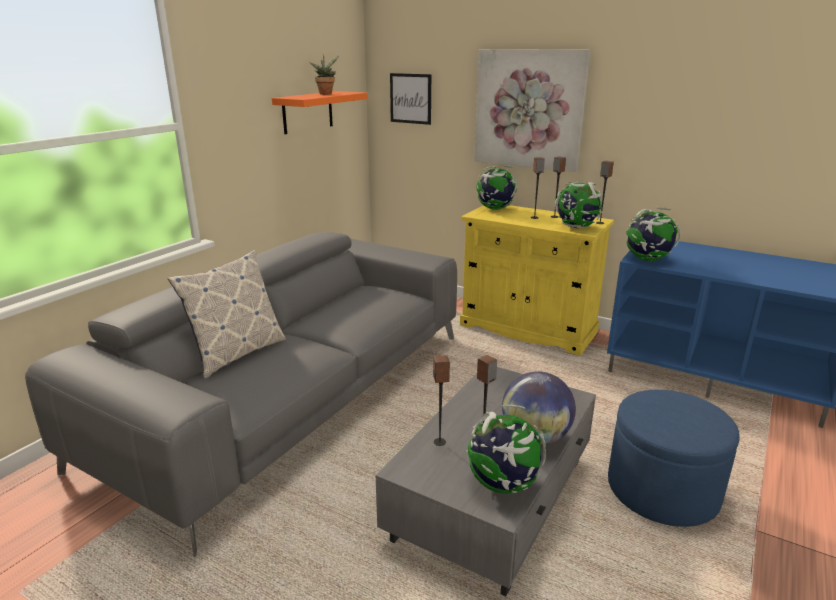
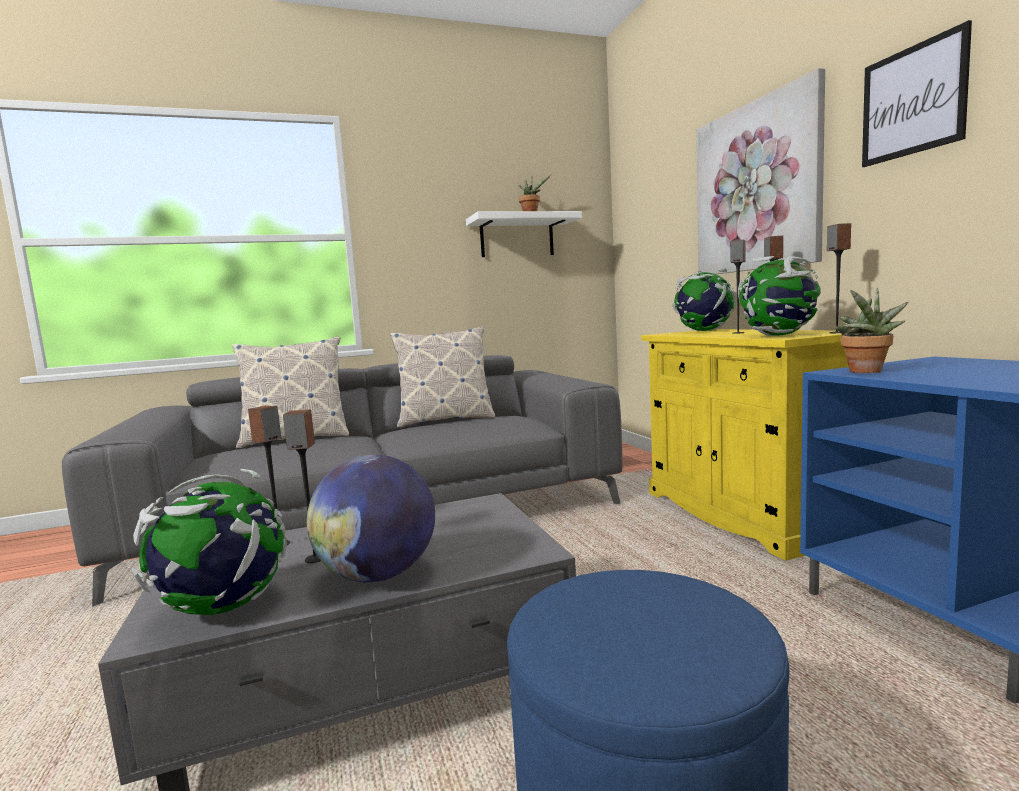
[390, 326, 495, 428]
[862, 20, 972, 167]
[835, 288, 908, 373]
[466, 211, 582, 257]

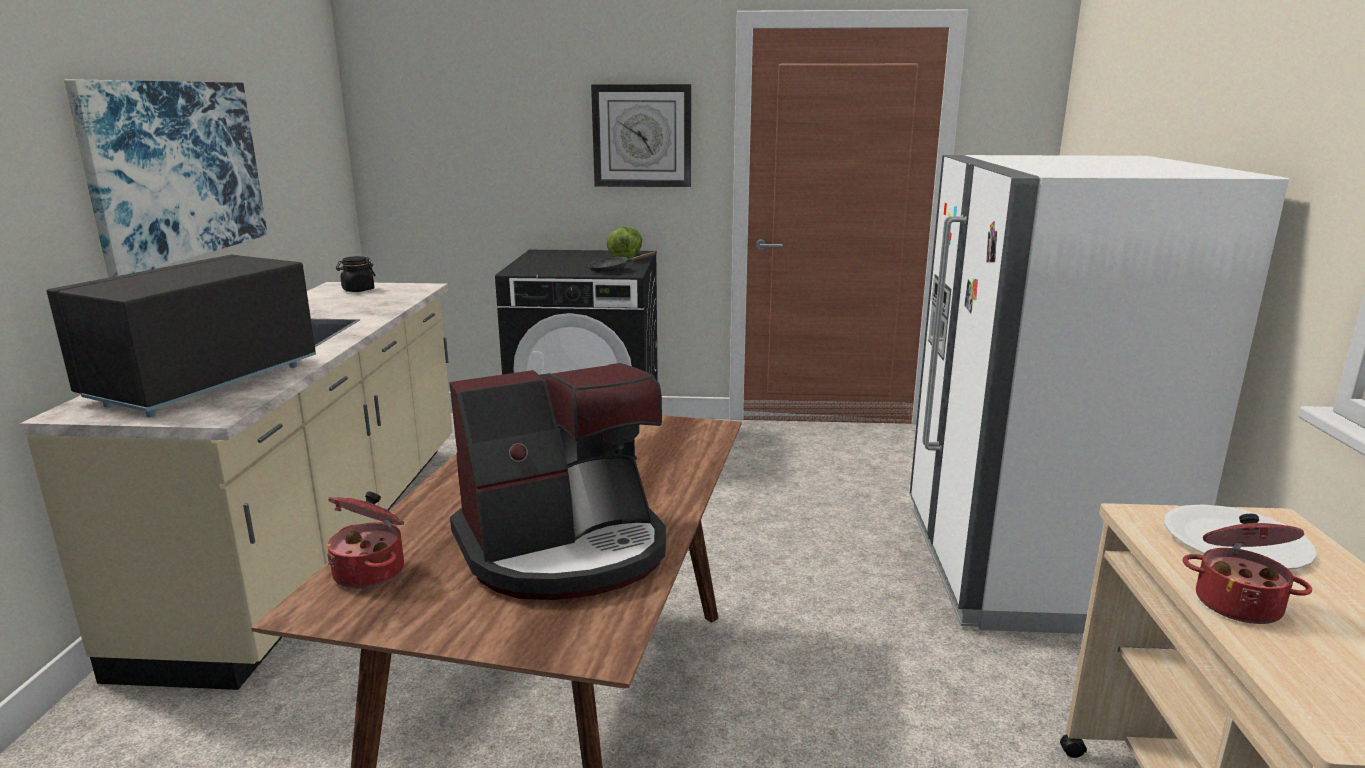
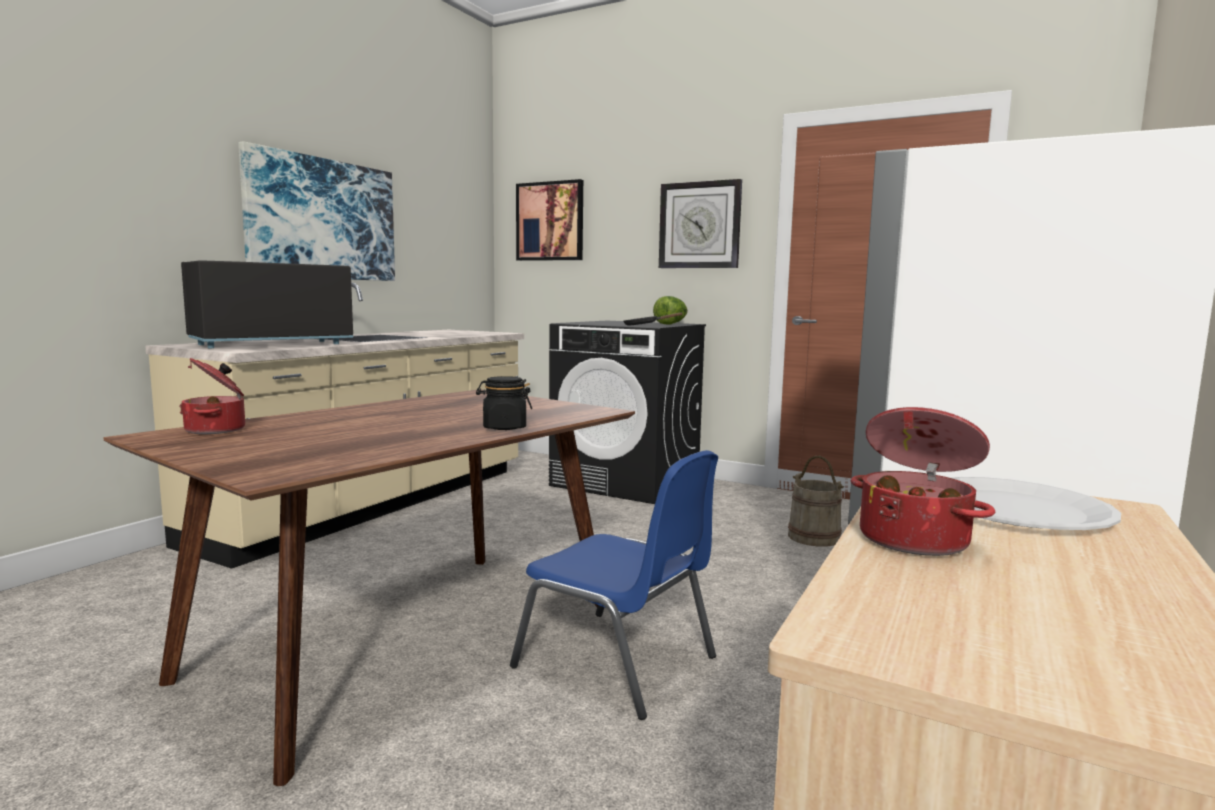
[449, 363, 666, 600] (first image)
[510, 450, 718, 720]
[516, 179, 583, 261]
[788, 456, 844, 547]
[476, 376, 532, 430]

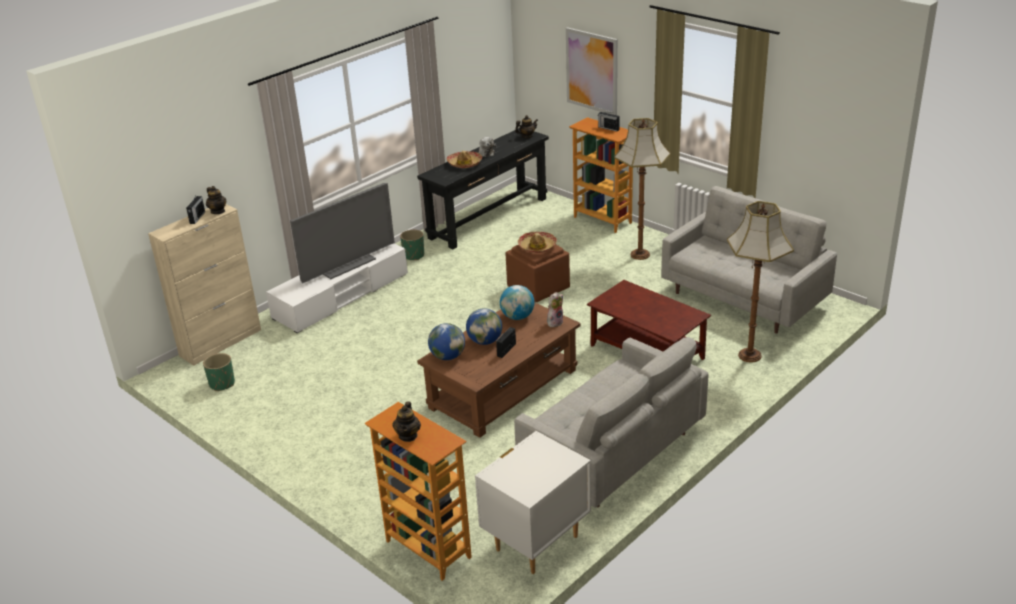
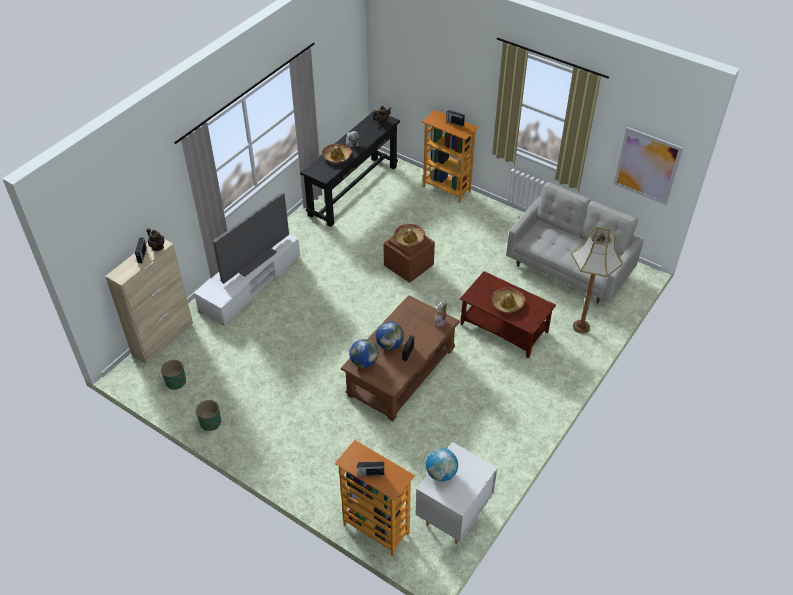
[514, 337, 709, 508] (first image)
[614, 118, 671, 260] (first image)
[491, 287, 525, 313]
[196, 400, 221, 431]
[426, 448, 458, 481]
[614, 127, 683, 205]
[357, 461, 384, 477]

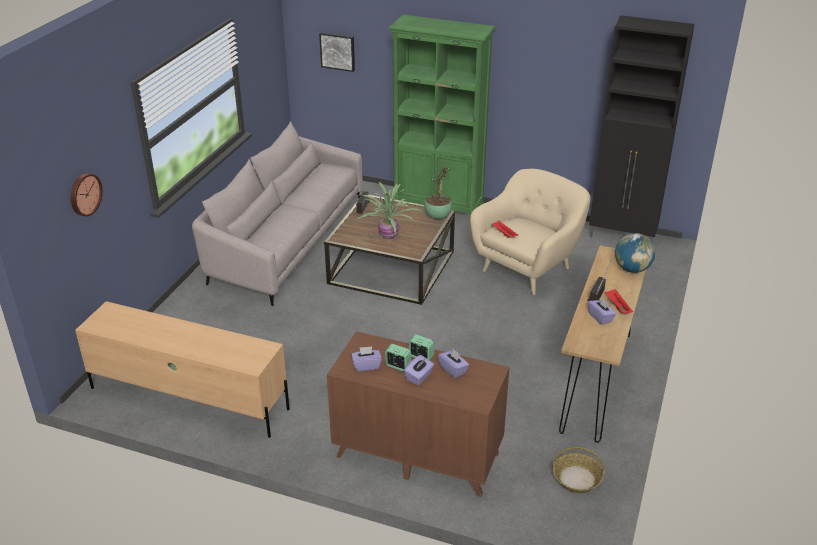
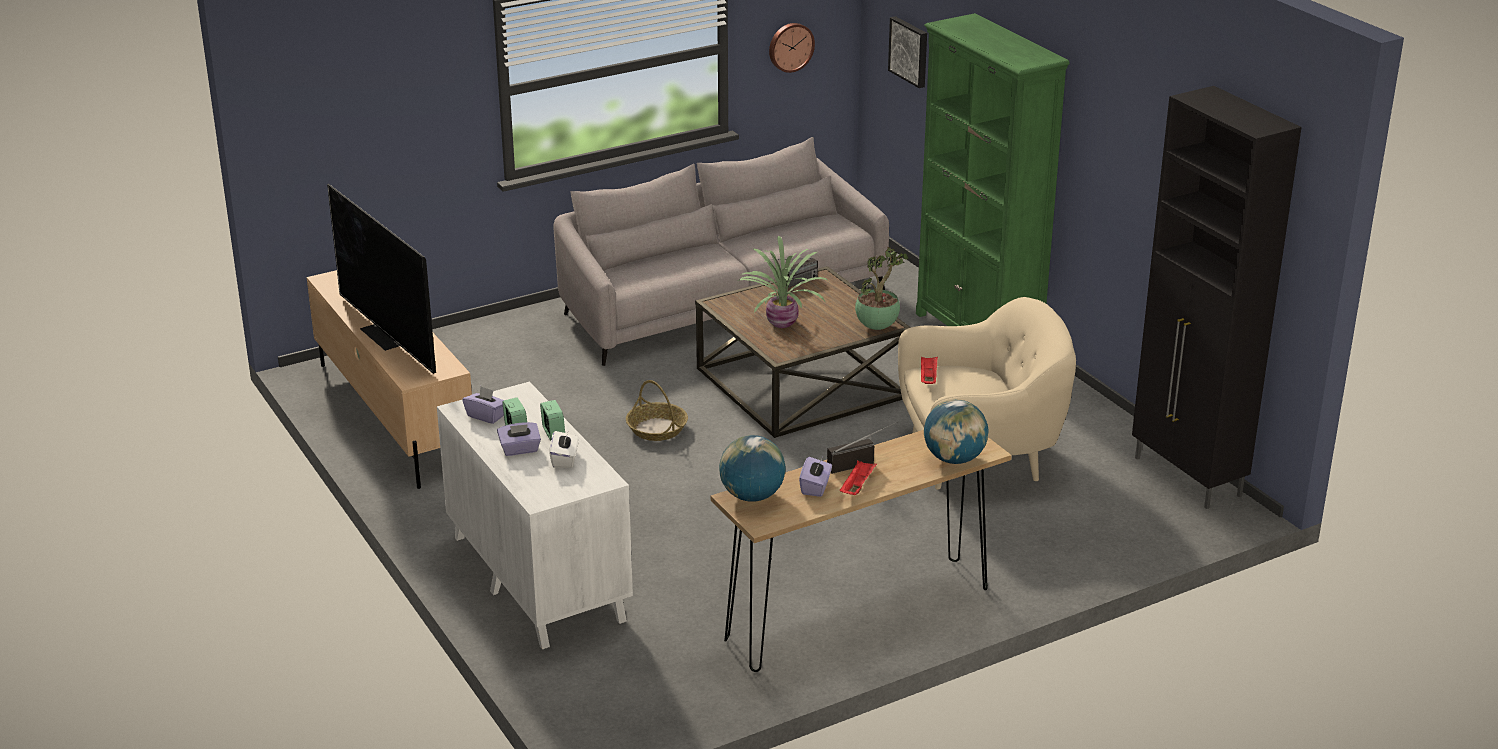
[327, 184, 436, 374]
[719, 435, 786, 502]
[769, 23, 815, 73]
[626, 380, 688, 441]
[437, 382, 633, 649]
[550, 431, 579, 468]

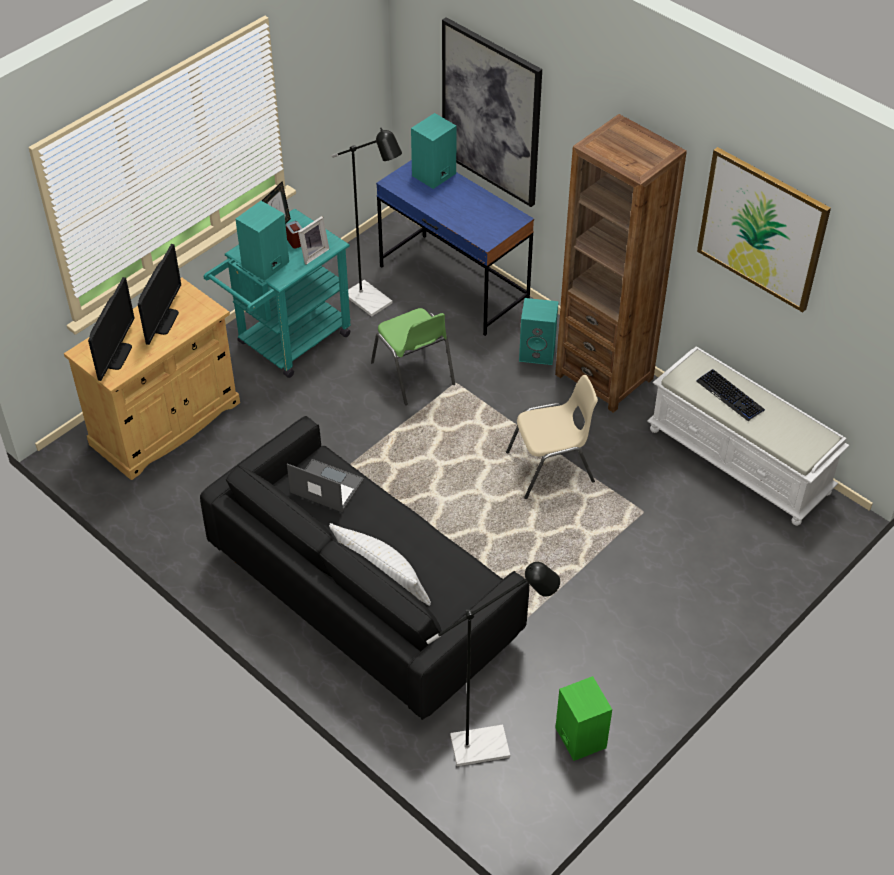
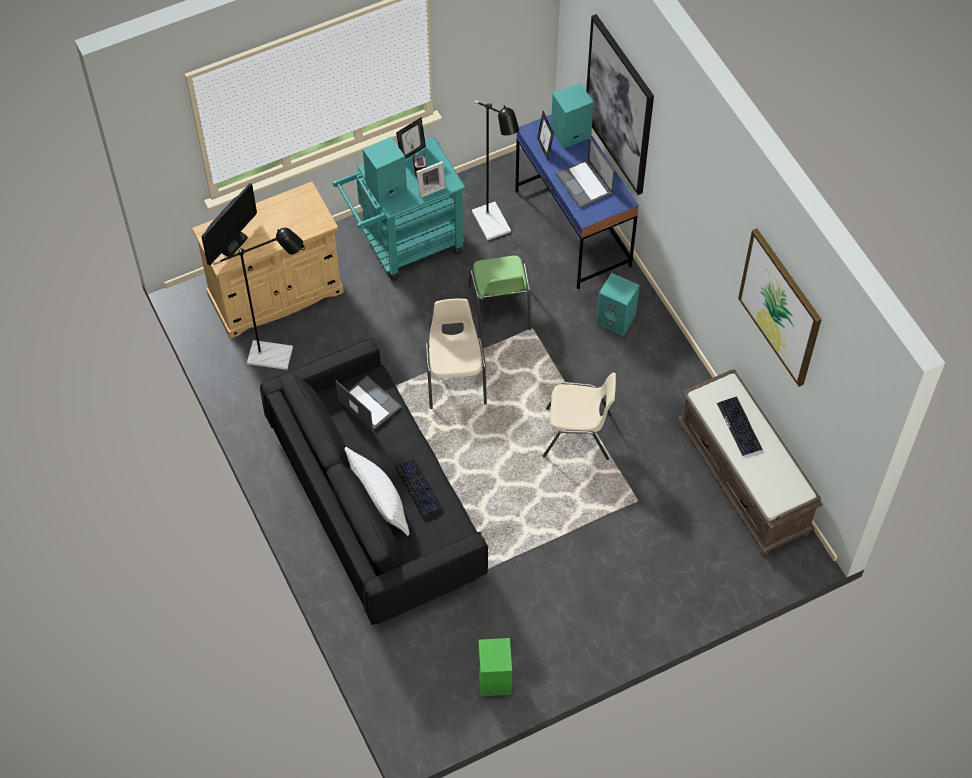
[138, 244, 181, 345] (first image)
[555, 114, 687, 413] (first image)
[395, 459, 443, 519]
[426, 299, 487, 409]
[537, 111, 554, 160]
[556, 138, 615, 208]
[213, 228, 303, 370]
[677, 369, 823, 555]

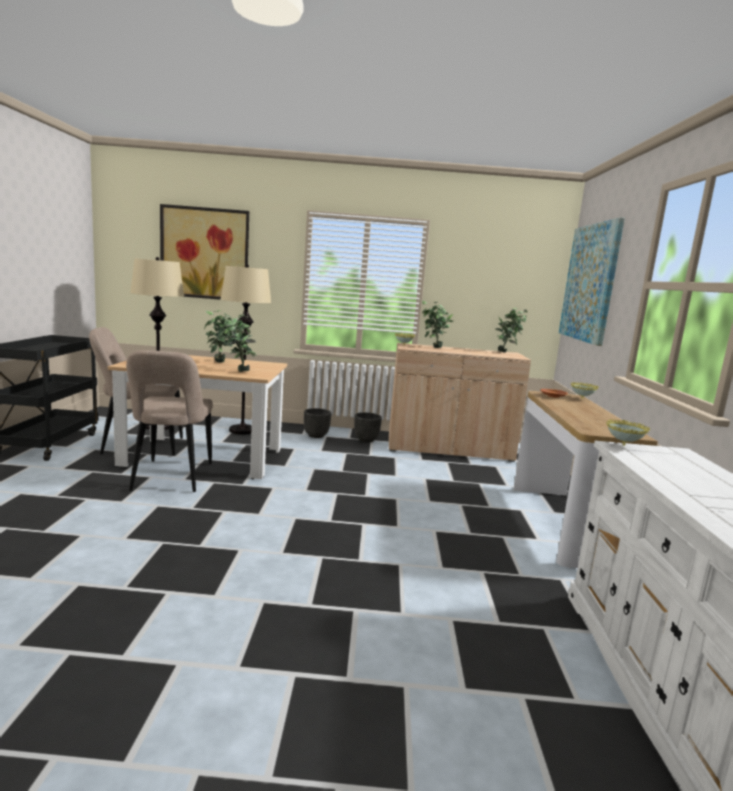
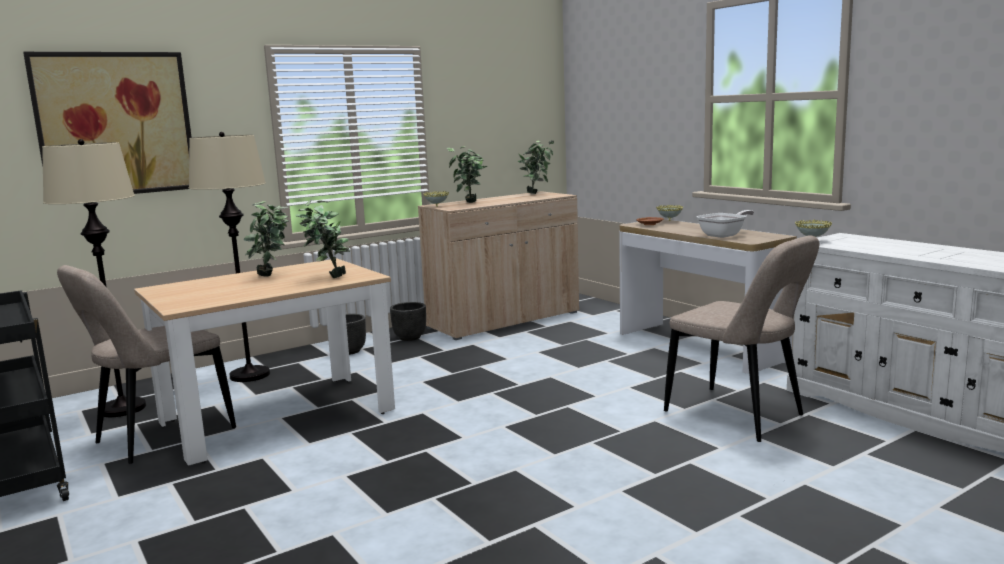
[559, 217, 625, 346] (first image)
[697, 210, 754, 238]
[664, 235, 820, 442]

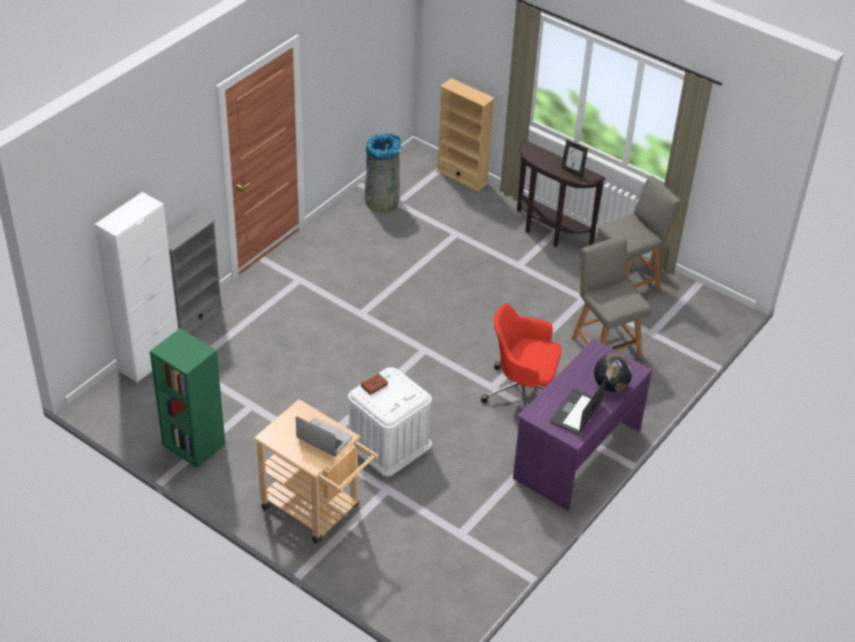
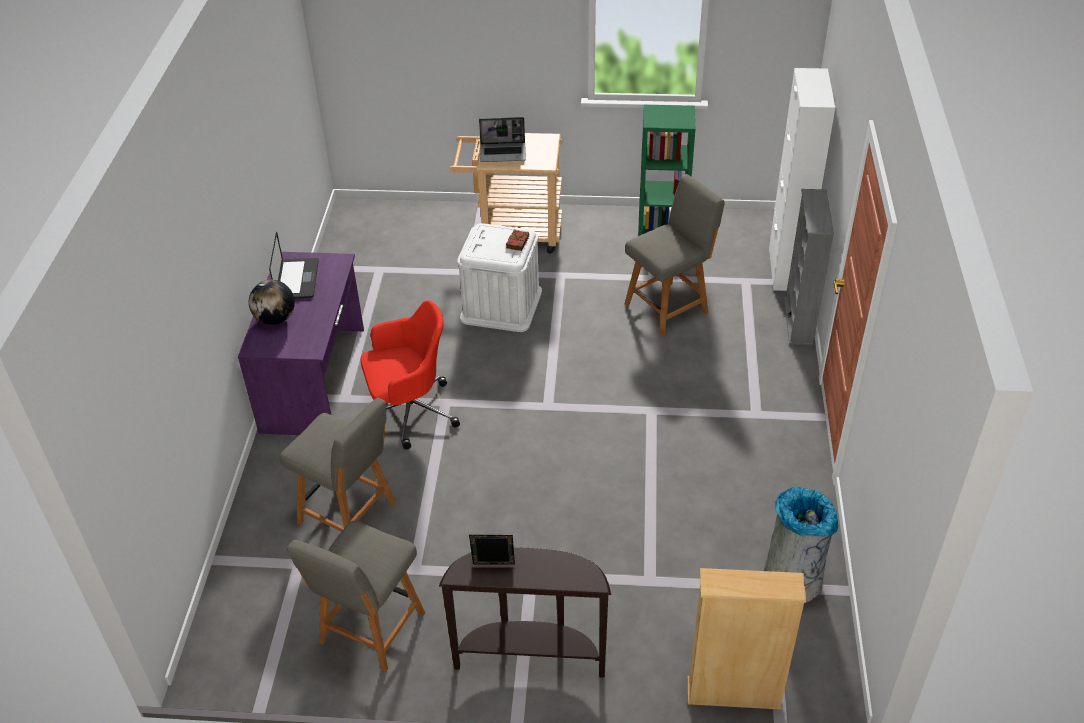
[625, 174, 725, 337]

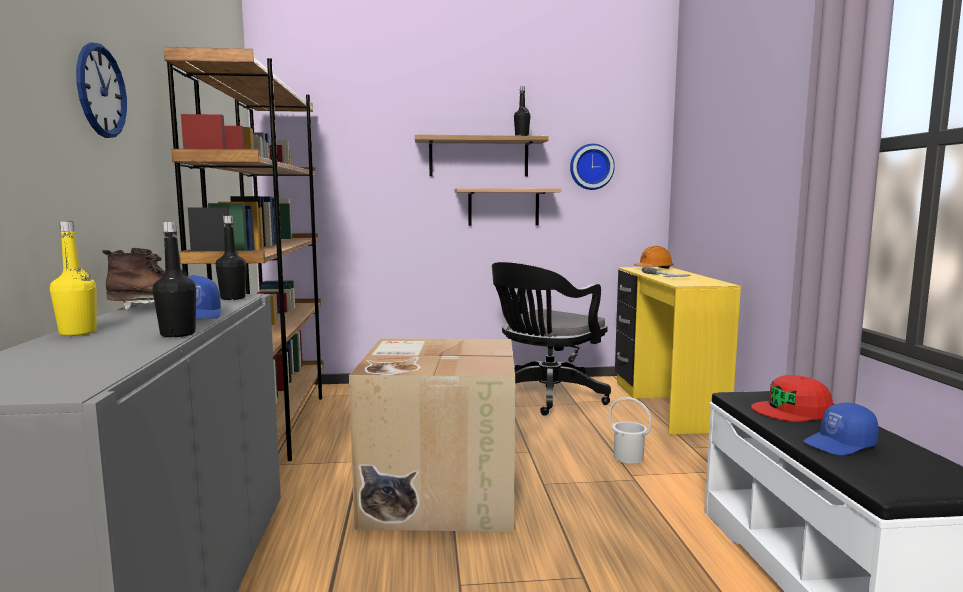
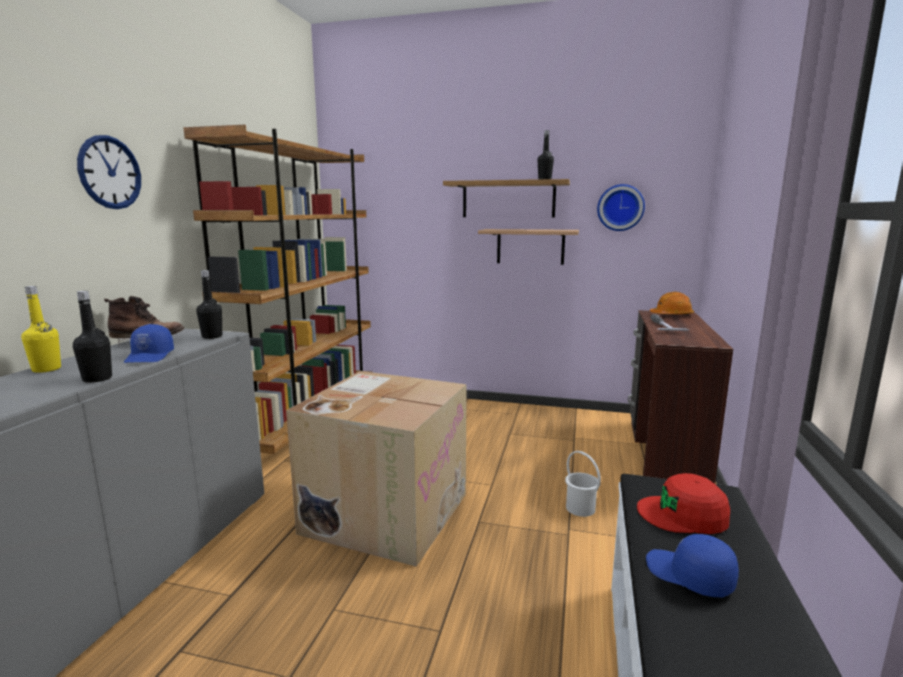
[492, 262, 611, 416] (first image)
[628, 310, 733, 484]
[646, 534, 739, 597]

